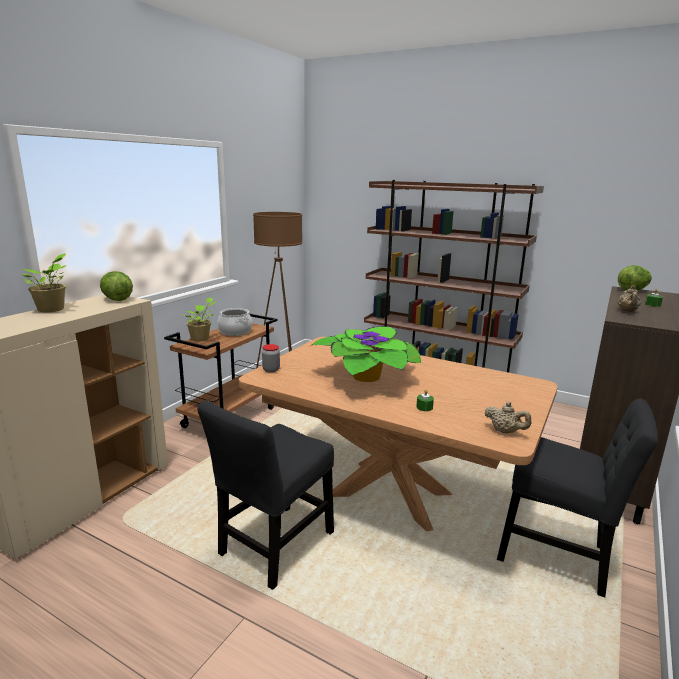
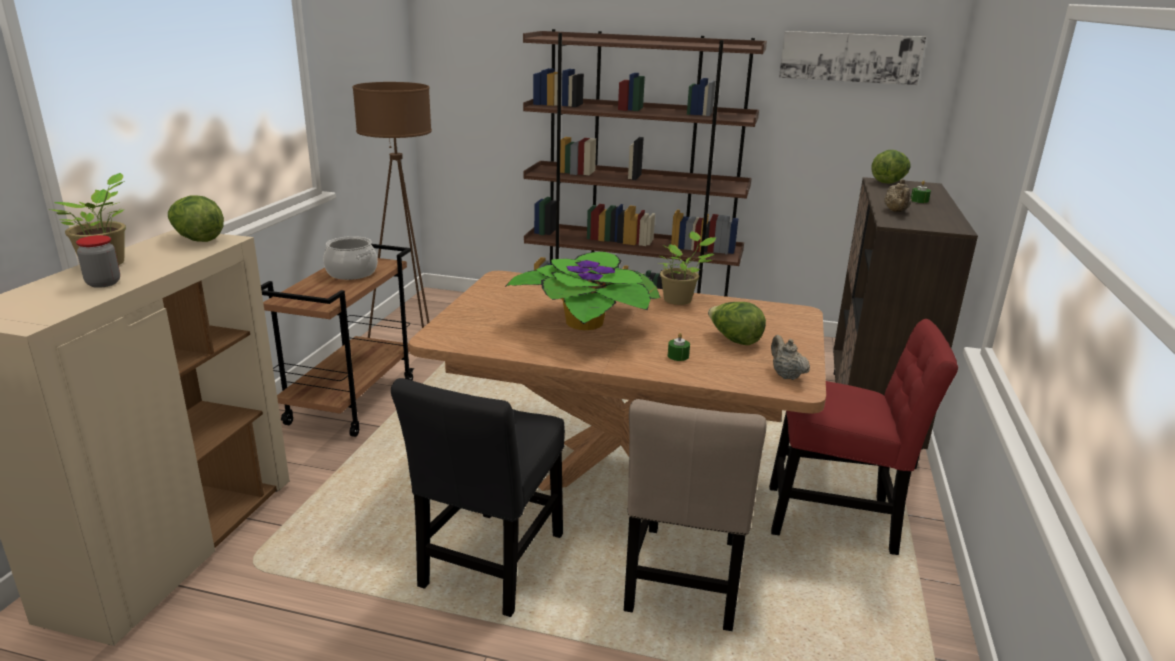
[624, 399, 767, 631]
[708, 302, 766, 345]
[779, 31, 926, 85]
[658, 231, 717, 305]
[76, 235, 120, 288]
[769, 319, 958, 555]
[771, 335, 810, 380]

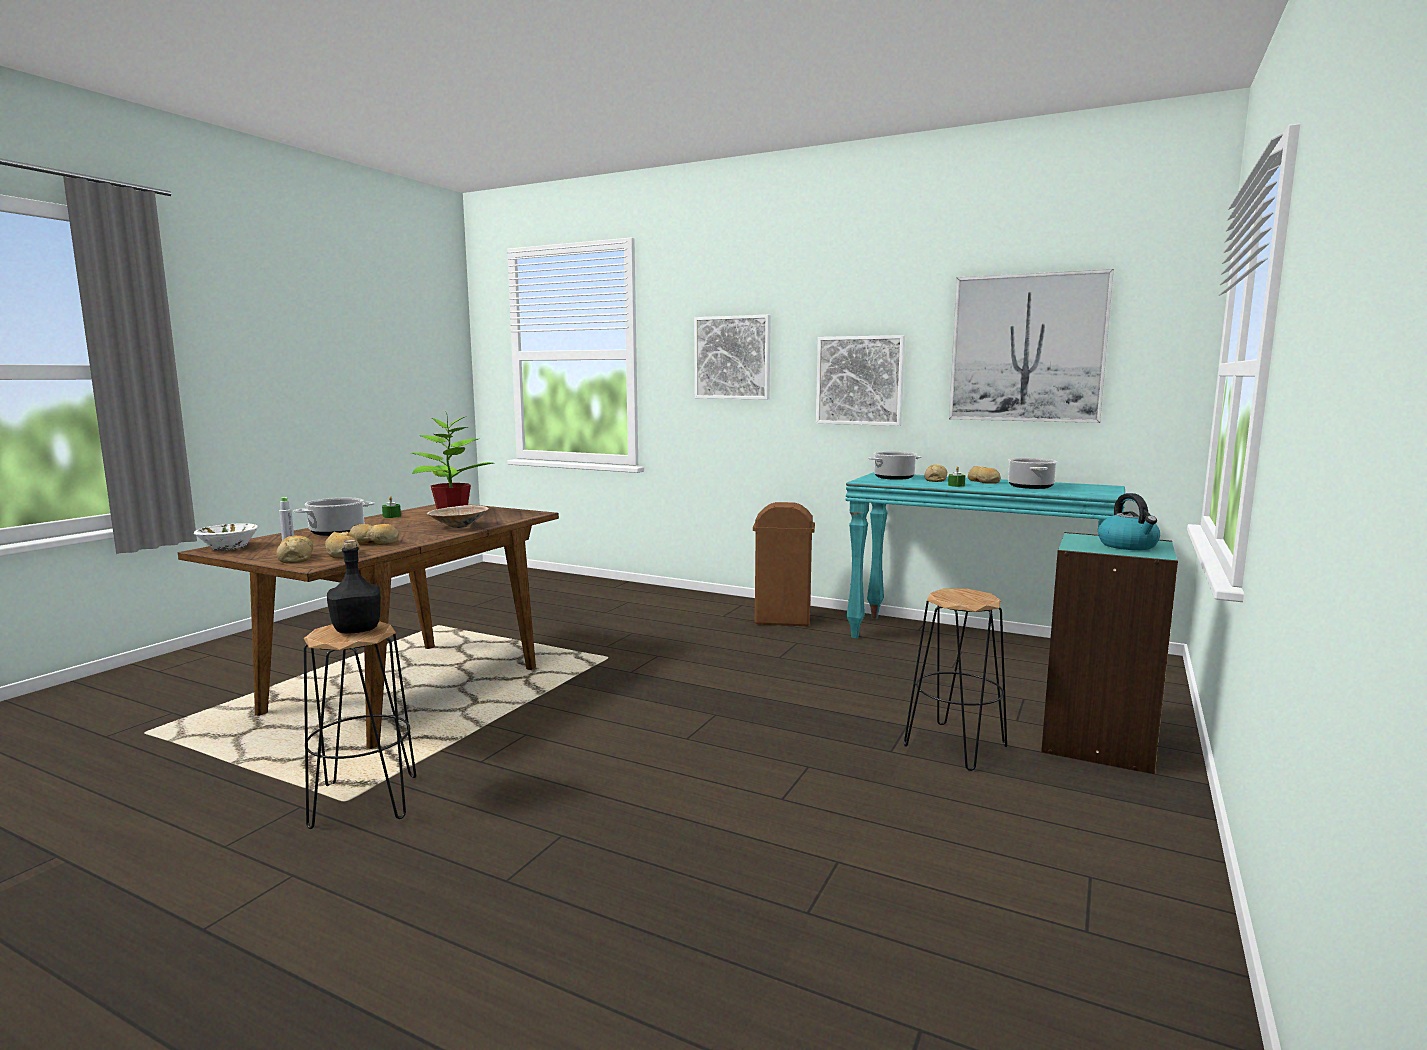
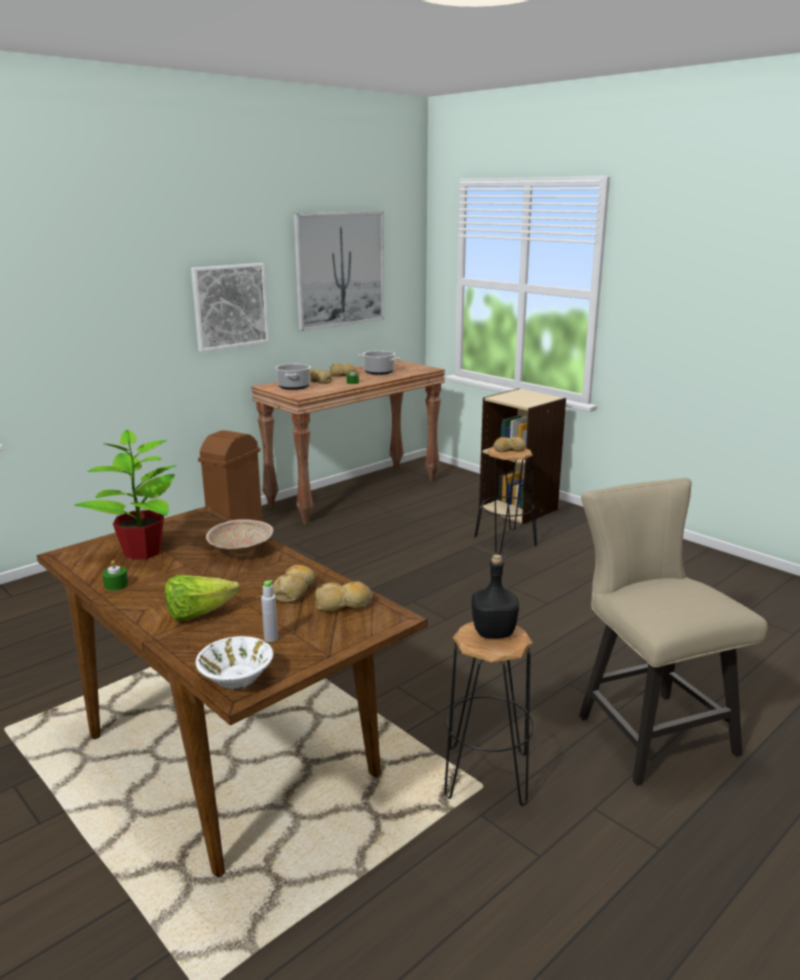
[694, 315, 771, 399] (first image)
[1098, 493, 1160, 550] (first image)
[579, 478, 768, 786]
[493, 436, 526, 452]
[165, 575, 240, 621]
[251, 360, 445, 525]
[479, 388, 566, 524]

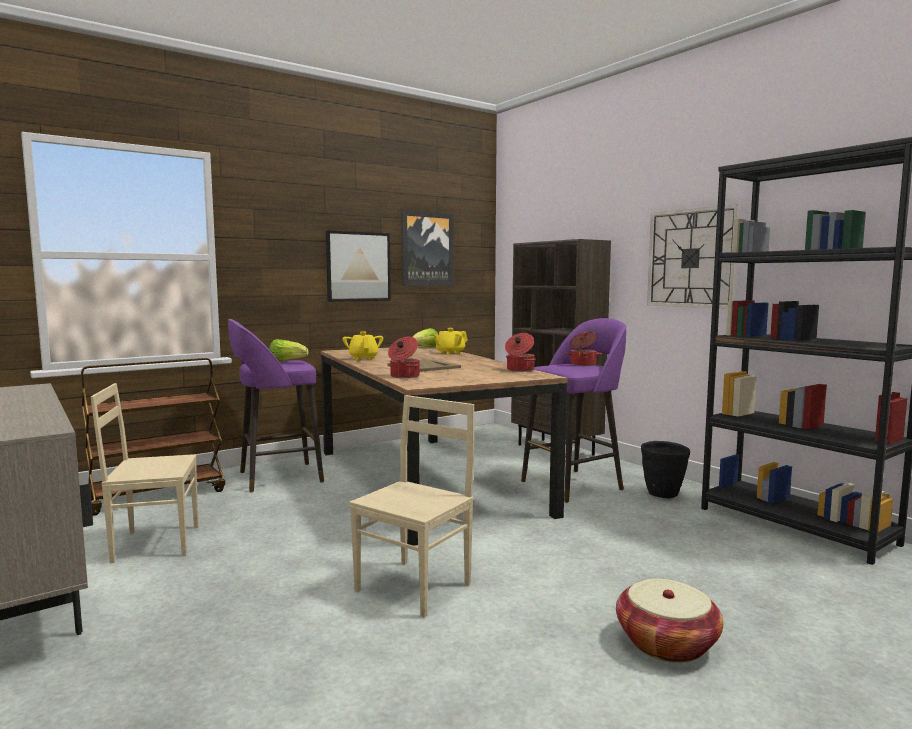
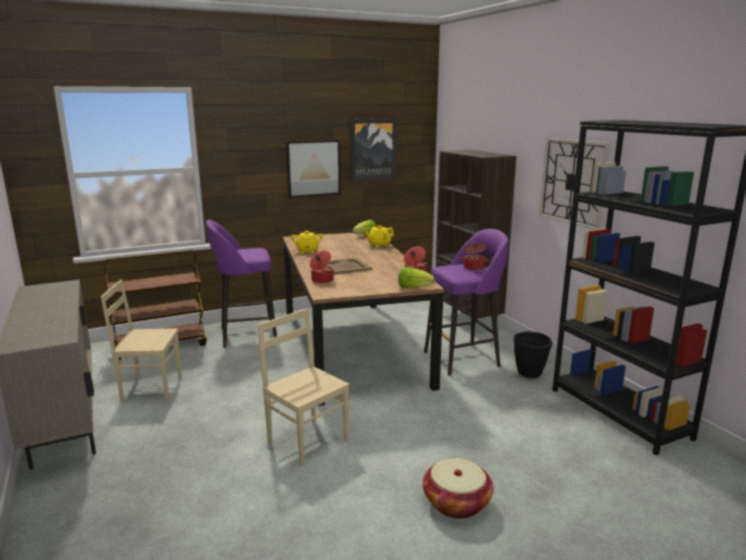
[398, 267, 435, 288]
[258, 309, 350, 466]

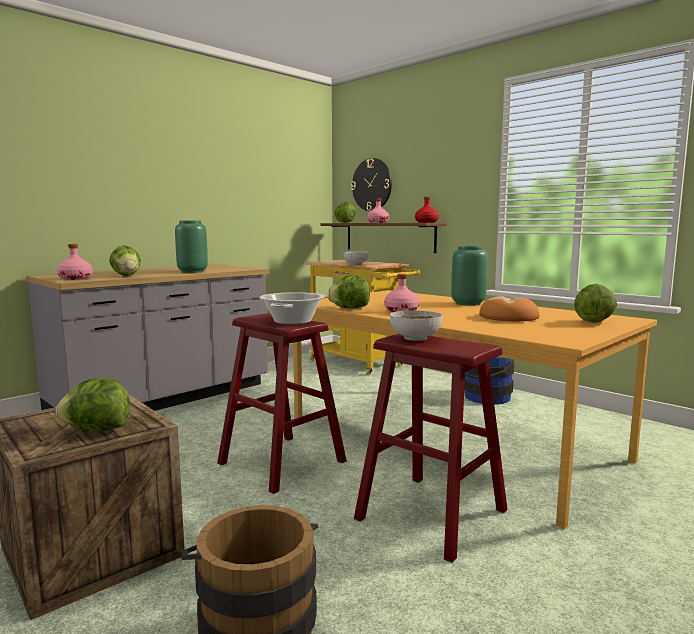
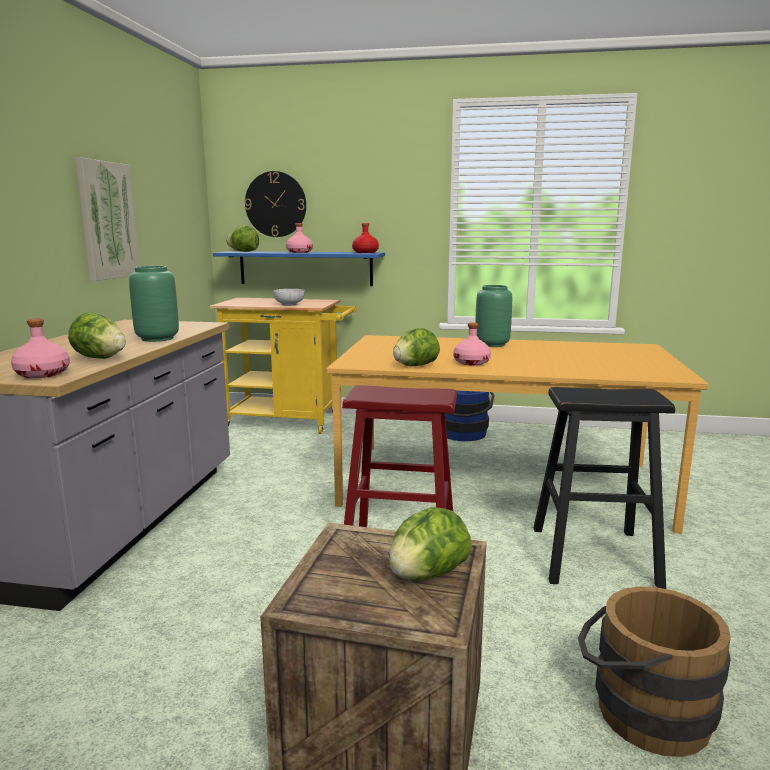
[259, 292, 325, 325] (first image)
[390, 310, 442, 341] (first image)
[479, 296, 540, 321] (first image)
[574, 283, 617, 323] (first image)
[75, 158, 139, 281]
[213, 251, 385, 286]
[534, 387, 675, 589]

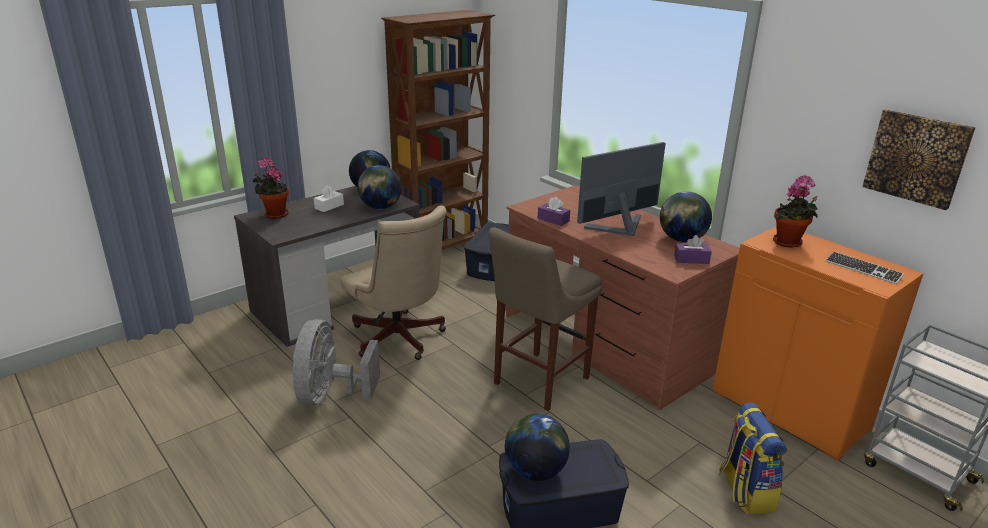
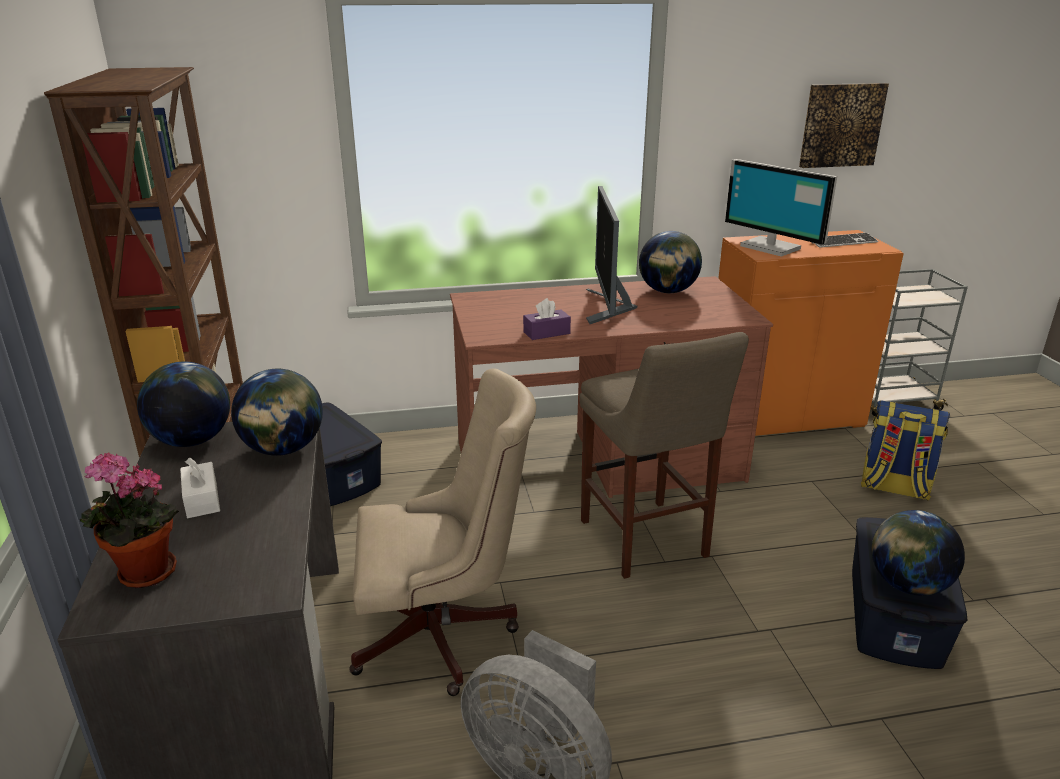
[674, 235, 712, 264] (first image)
[725, 159, 837, 257]

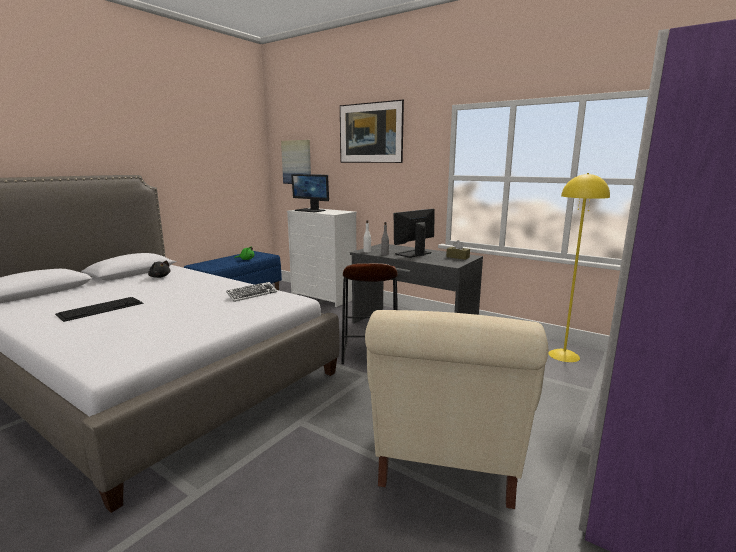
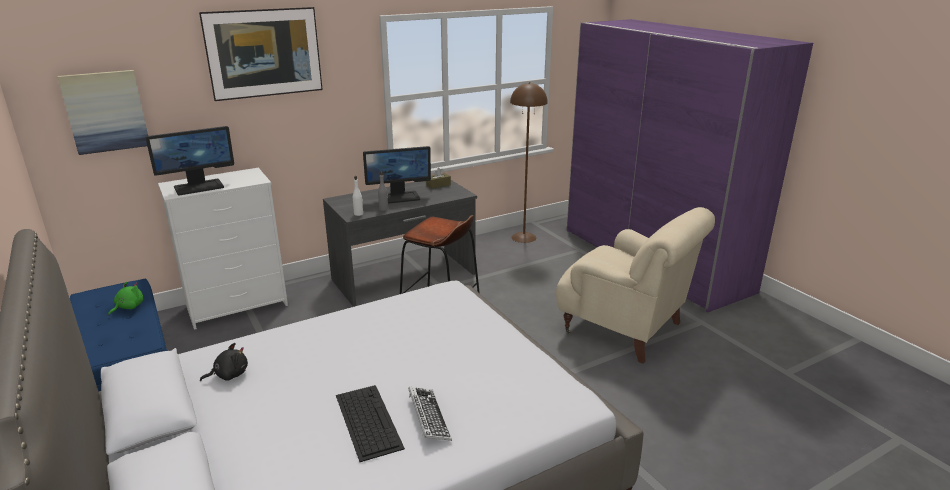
[408, 386, 452, 441]
[510, 82, 548, 243]
[363, 146, 431, 204]

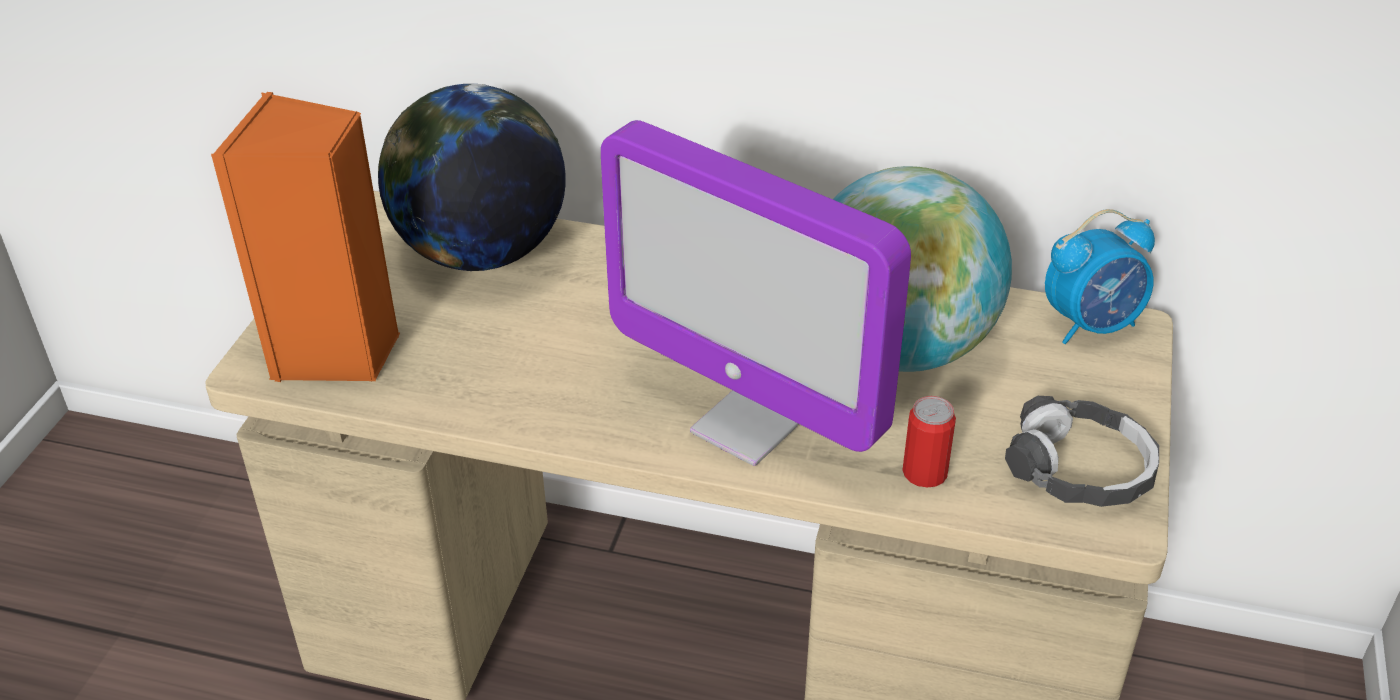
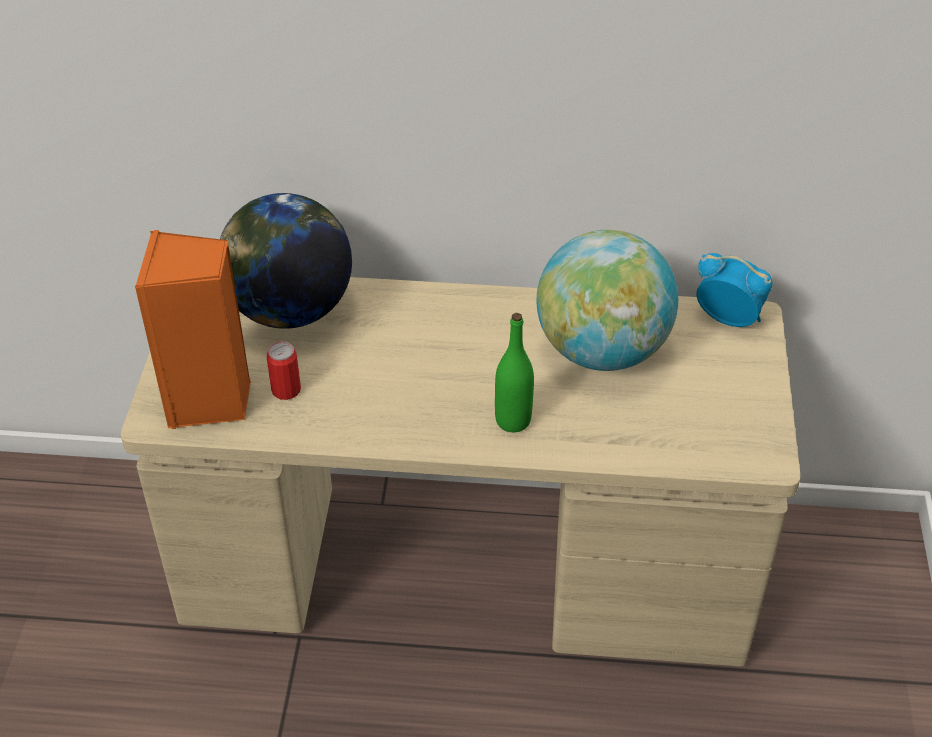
[1005, 396, 1159, 507] (first image)
[267, 341, 301, 400]
[495, 313, 534, 432]
[696, 253, 773, 327]

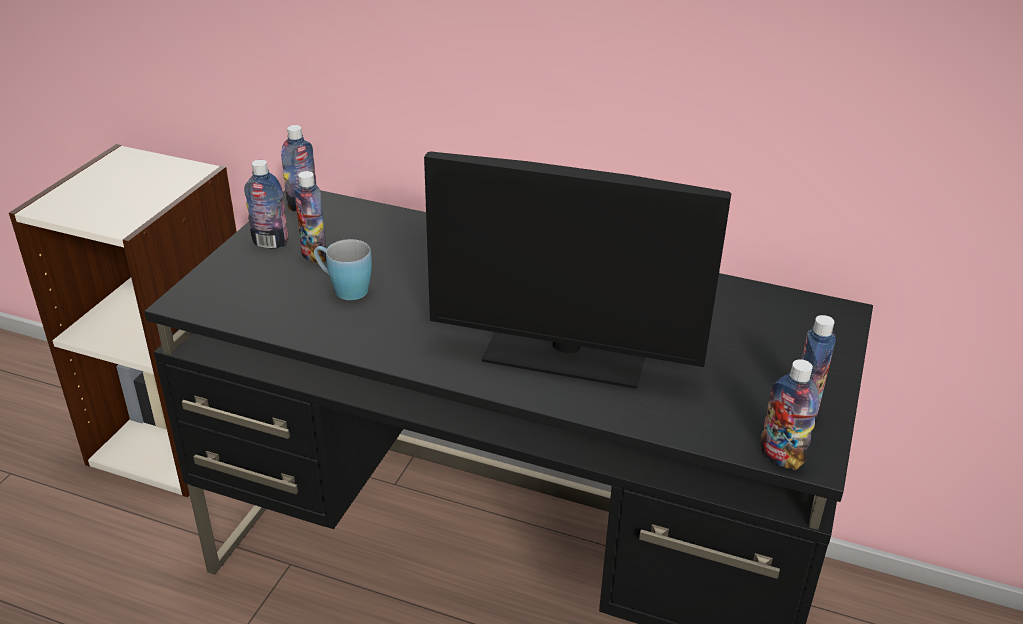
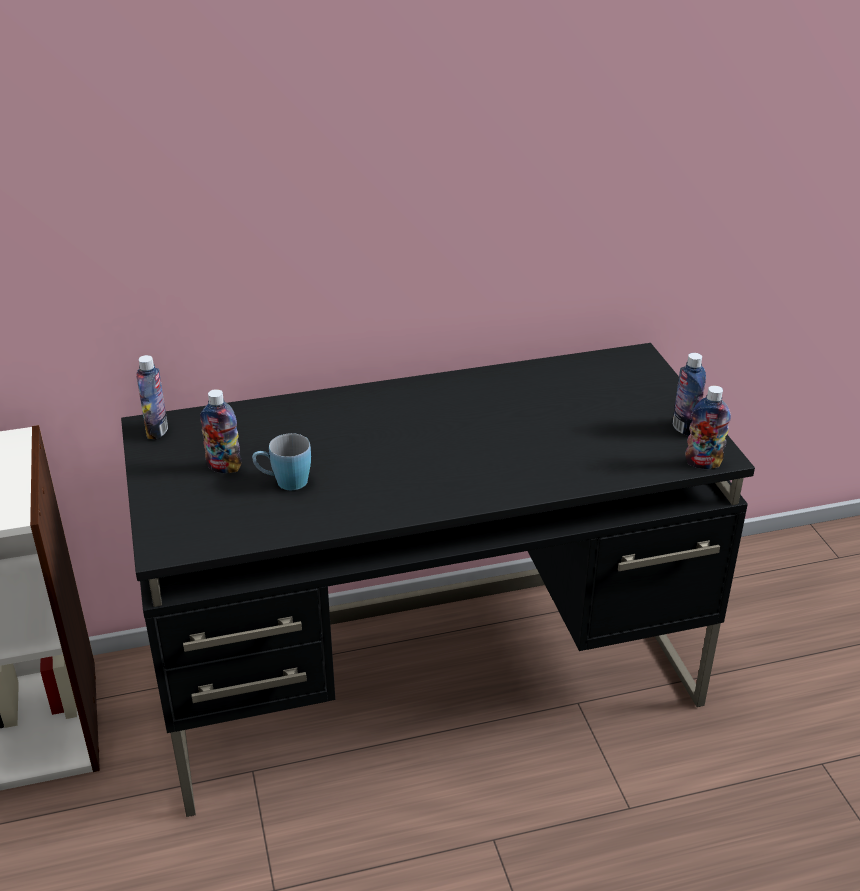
[244, 160, 289, 248] (first image)
[424, 151, 731, 389] (first image)

